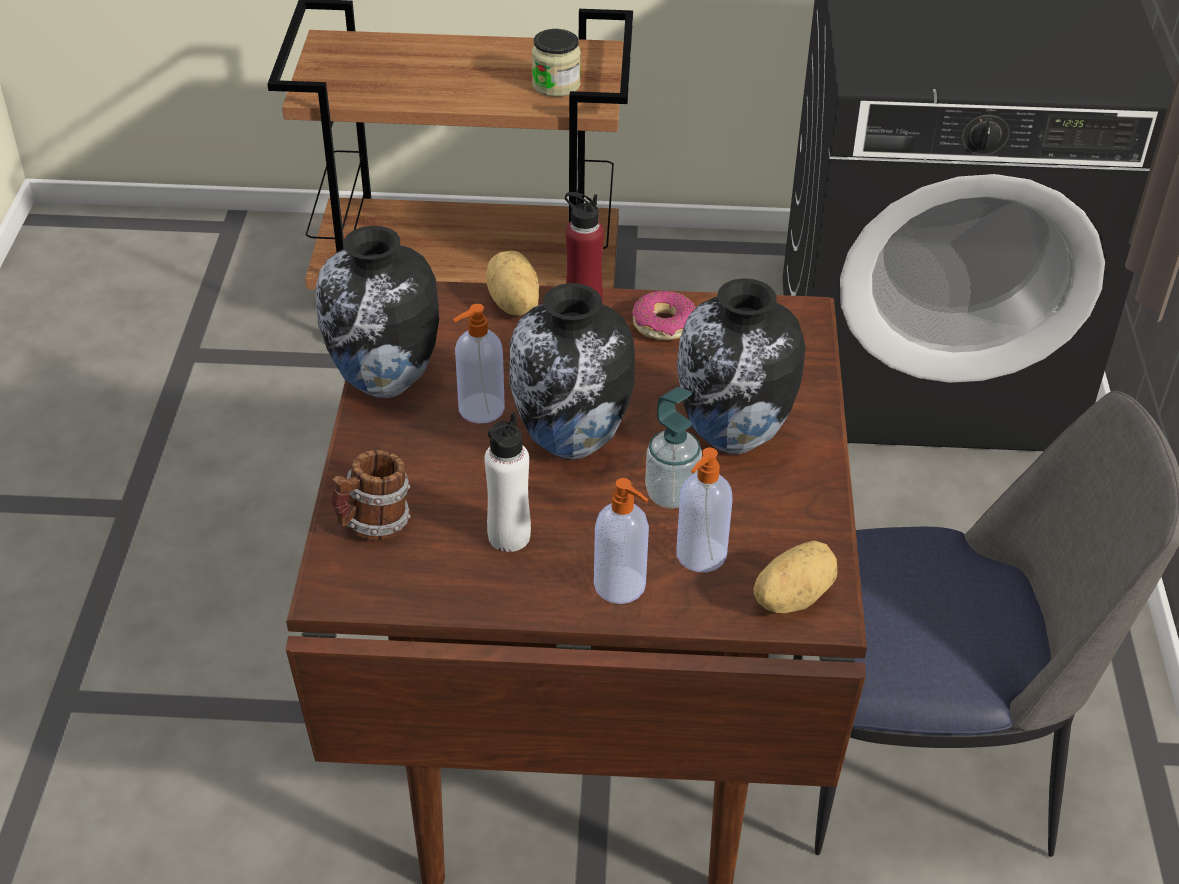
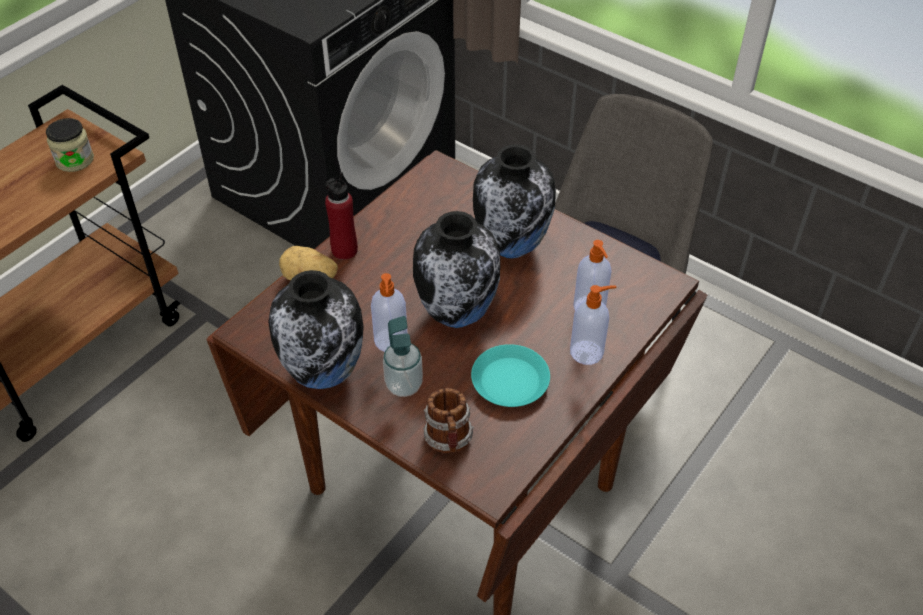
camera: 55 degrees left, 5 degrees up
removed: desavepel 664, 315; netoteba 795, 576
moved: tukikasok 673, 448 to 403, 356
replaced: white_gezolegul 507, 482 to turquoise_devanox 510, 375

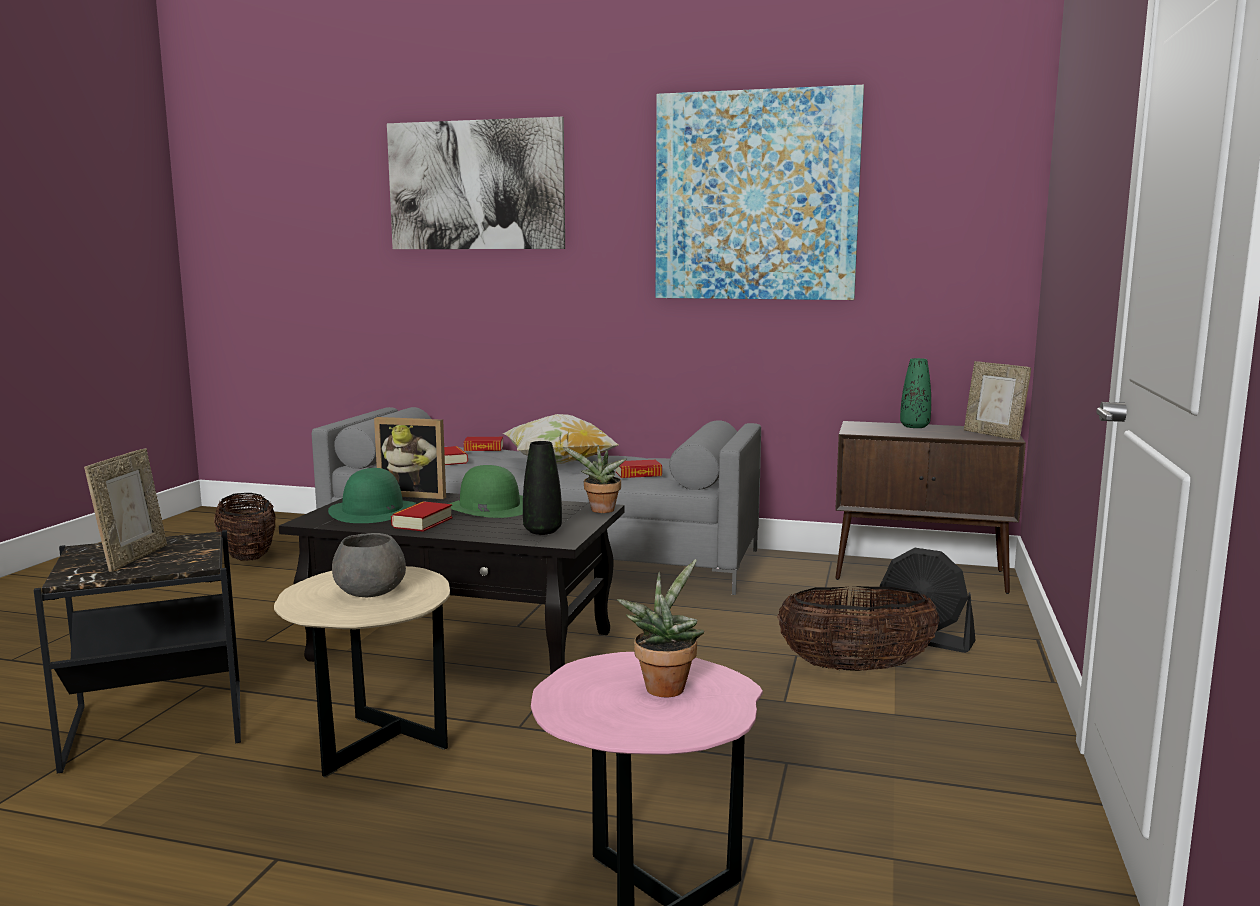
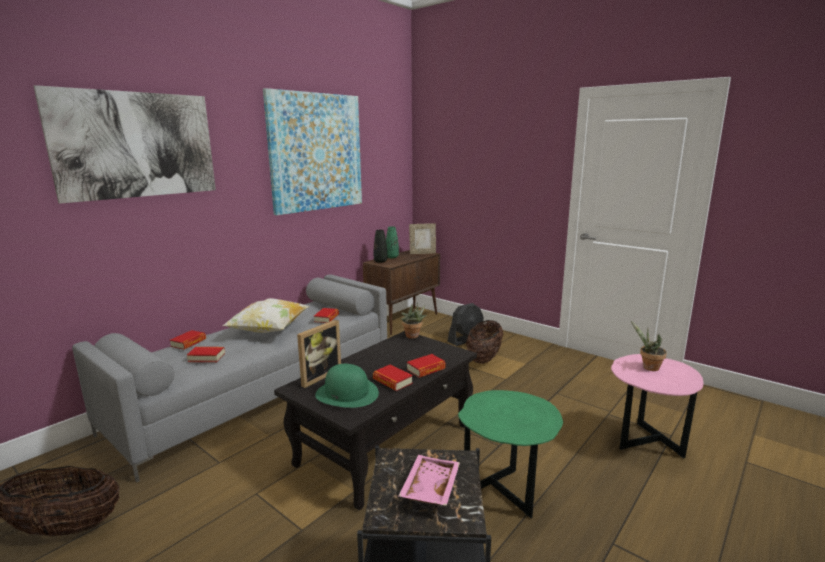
camera: 65 degrees left, 5 degrees up
removed: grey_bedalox 369, 565; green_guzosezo 486, 491
added: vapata 426, 366
moved: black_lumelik 542, 488 to 380, 246
replaced: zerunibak 125, 510 to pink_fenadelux 429, 480
recoloured: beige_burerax 362, 672 to green_burerax 510, 454

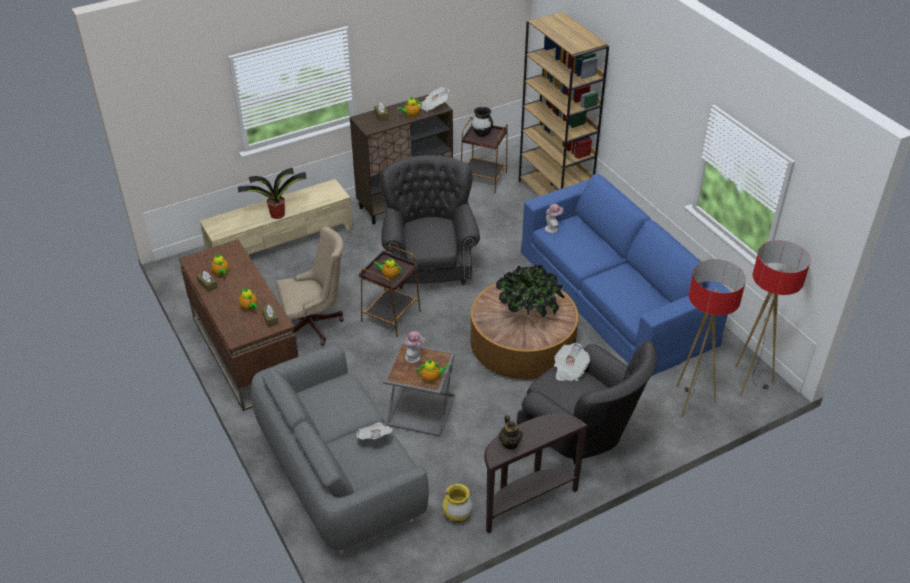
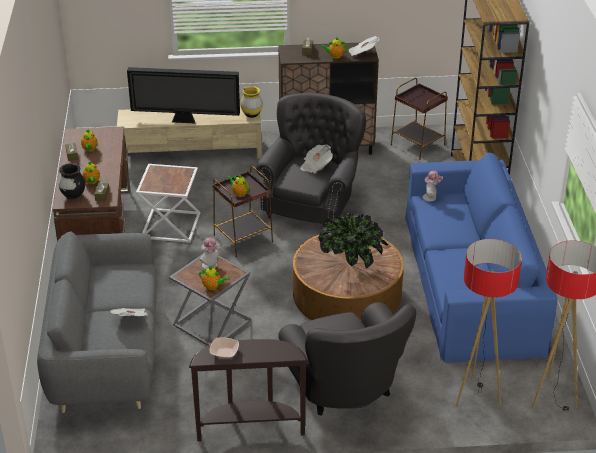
camera: 25 degrees right, 5 degrees down
moved: black_lumelik 482, 122 to 71, 181; yellow_lumelik 457, 503 to 251, 102; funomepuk 572, 362 to 316, 159
replaced: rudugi 272, 193 to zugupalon 183, 95; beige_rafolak 310, 286 to white_burerax 168, 203; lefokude 511, 432 to bedalox 224, 347

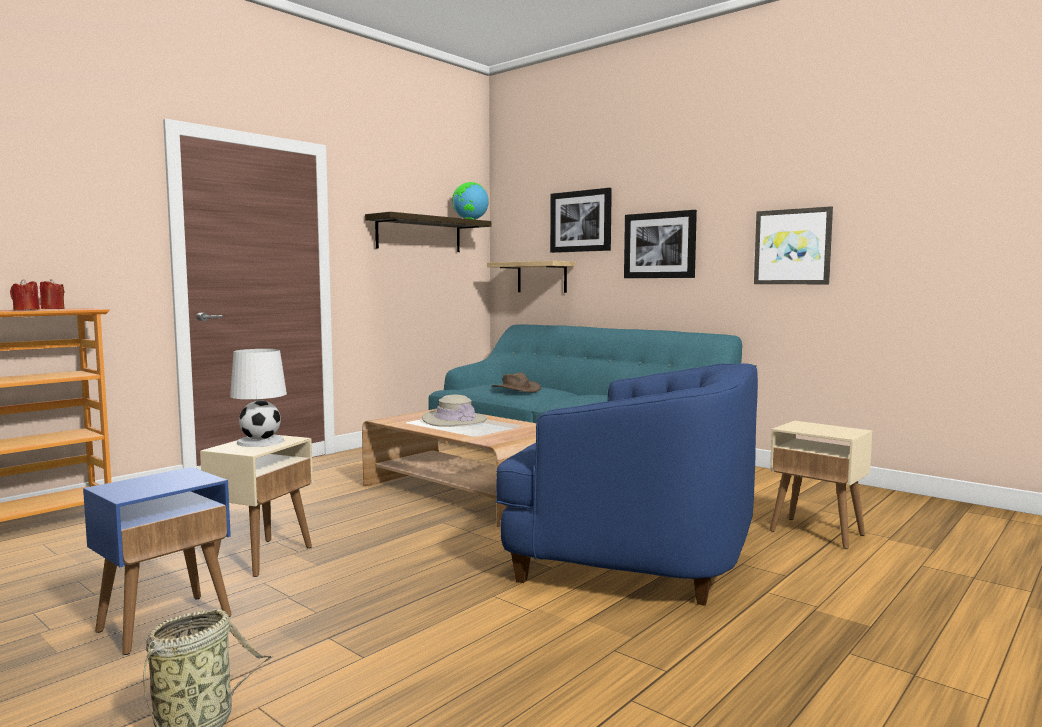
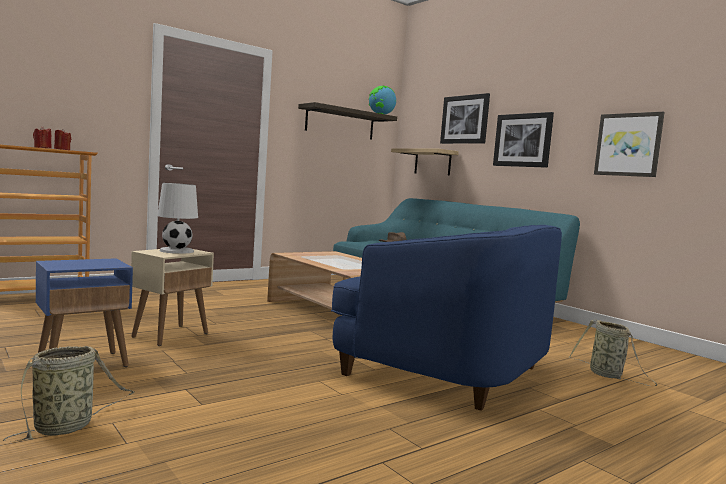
camera: 10 degrees right, 0 degrees up
removed: beige_guzosezo 454, 411
replaced: beige_burerax 821, 485 to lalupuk 613, 353

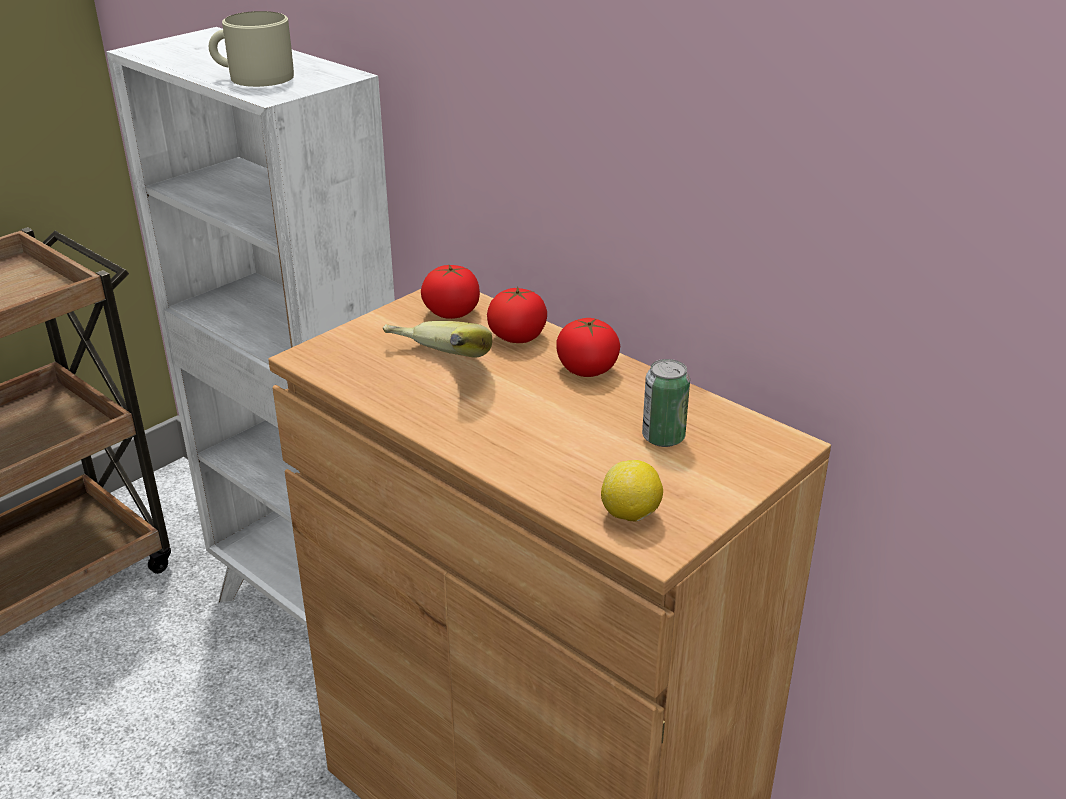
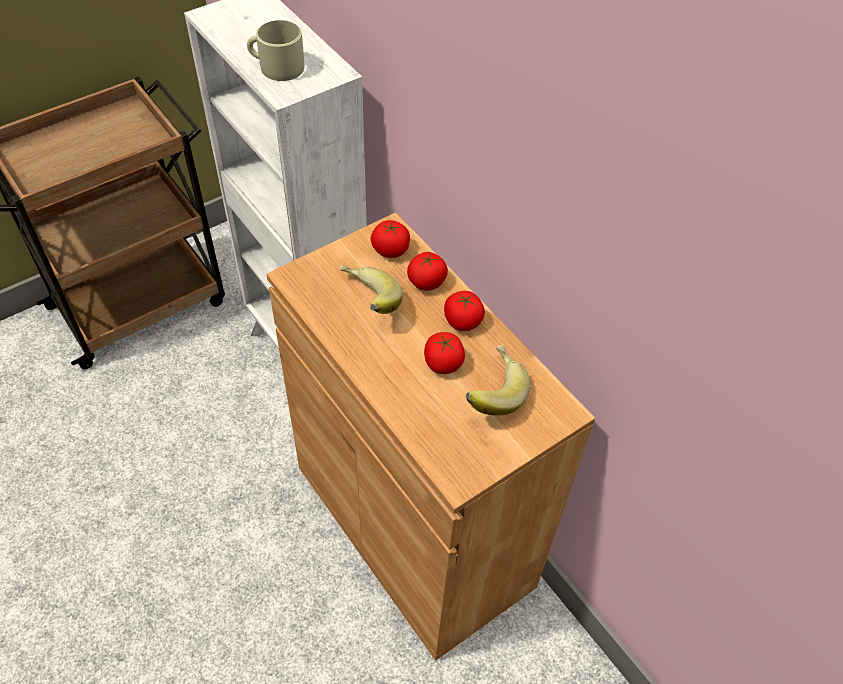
camera: 10 degrees right, 20 degrees up
removed: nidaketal 632, 490
added: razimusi 444, 353
replaced: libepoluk 666, 403 to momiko 498, 380

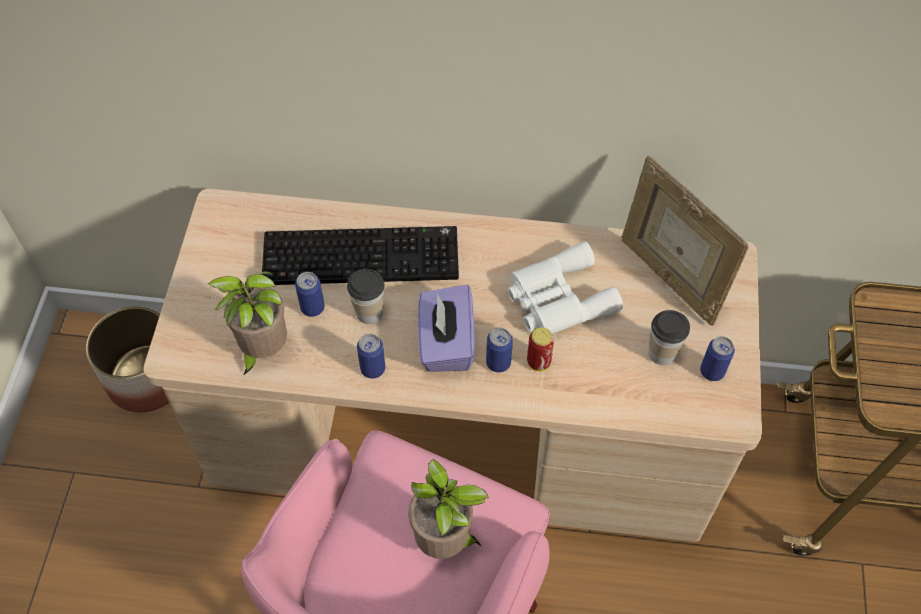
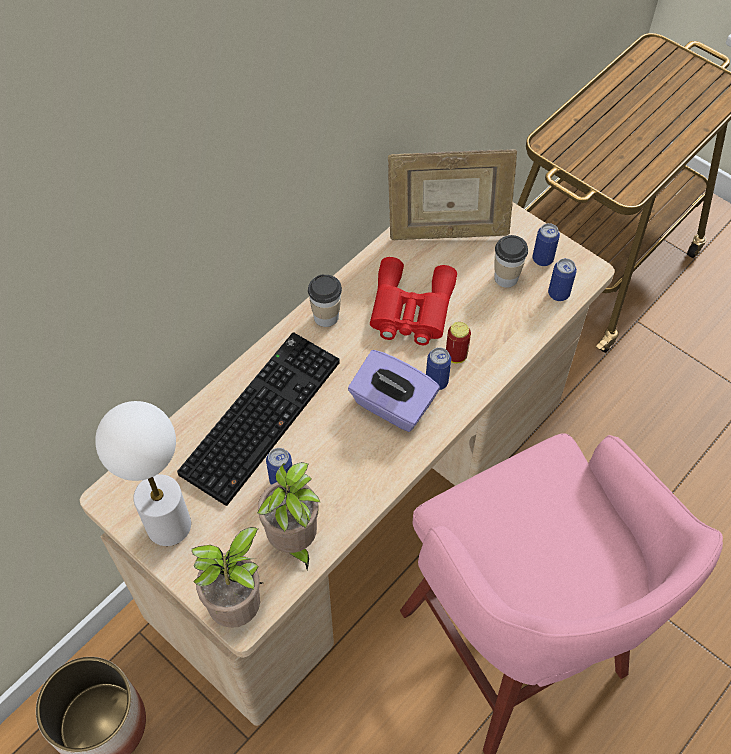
camera: 55 degrees left, 0 degrees up
added: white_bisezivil 143, 473
moved: rudugi 448, 508 to 226, 577; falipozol 365, 296 to 325, 301; libepoluk 371, 356 to 562, 279
recoloured: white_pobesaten 565, 287 to red_pobesaten 413, 301

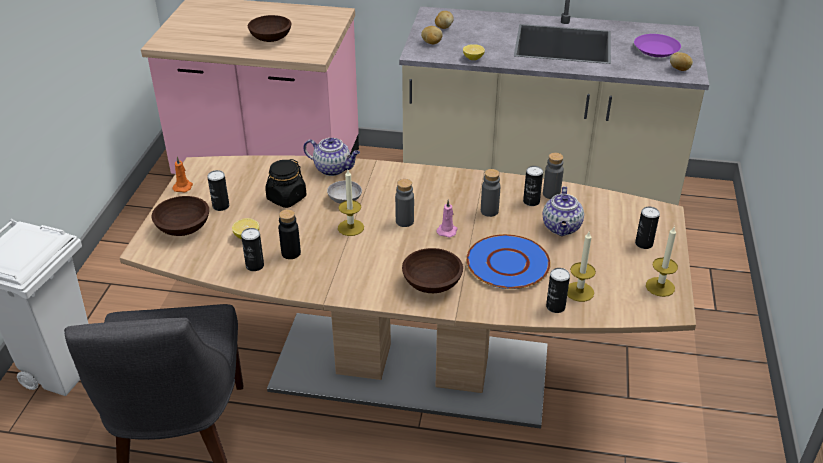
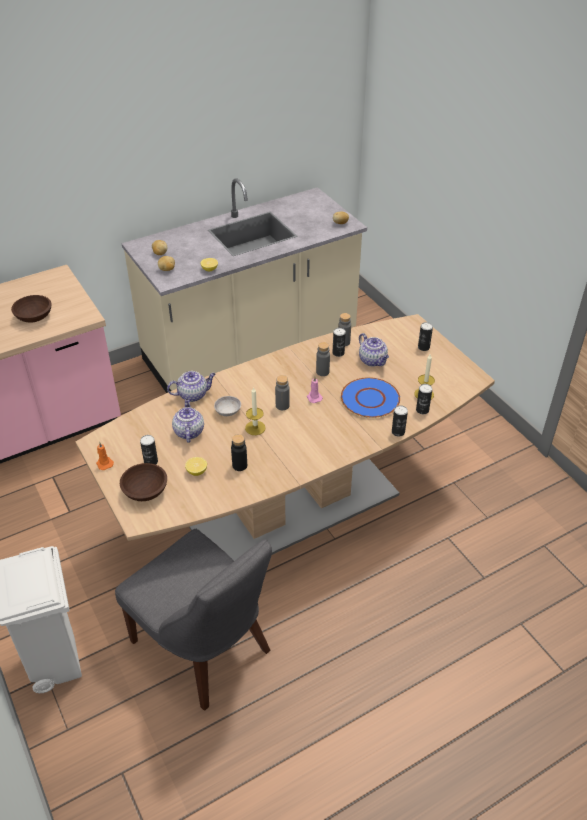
camera: 40 degrees left, 5 degrees up
removed: brown_bedalox 432, 270; purple_devanox 657, 45; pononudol 662, 262
moved: libepoluk 252, 249 to 400, 421
replaced: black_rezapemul 285, 183 to lefokude 188, 420

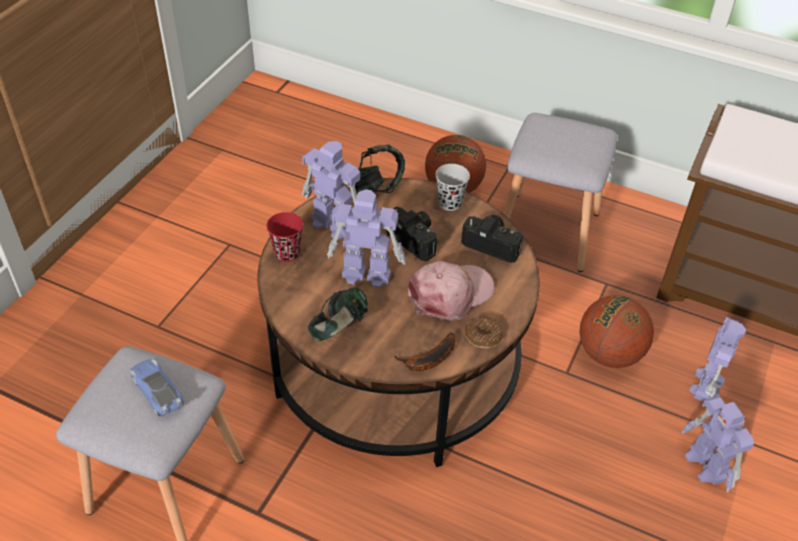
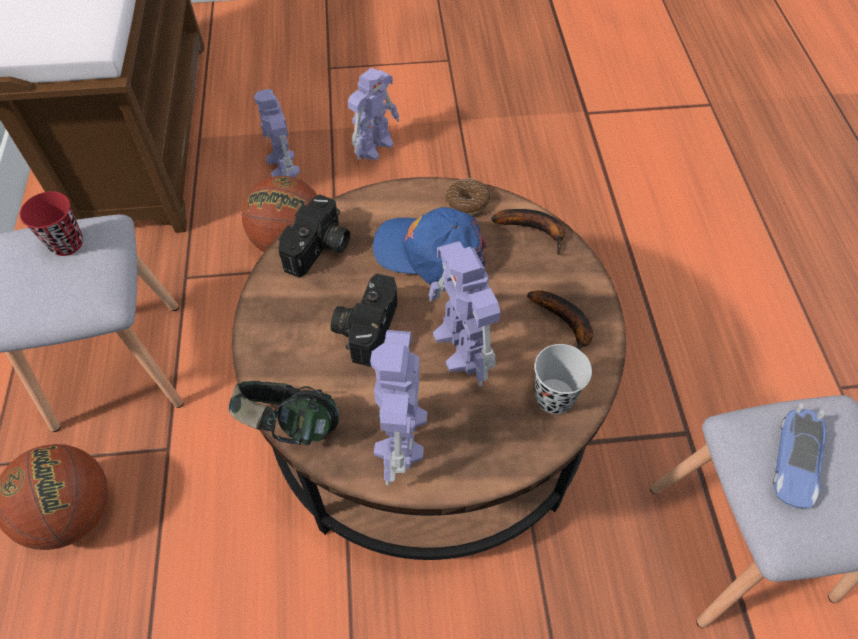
camera: 120 degrees left, 10 degrees up
moved: red_falipozol 284, 237 to 51, 223; black_falipozol 452, 187 to 563, 379
replaced: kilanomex 338, 314 to momiko 560, 320
recoloured: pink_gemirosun 451, 291 to blue_gemirosun 430, 246
turned: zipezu 717, 359 = 277, 133 105 degrees counterclockwise; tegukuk 492, 238 = 314, 236 150 degrees counterclockwise

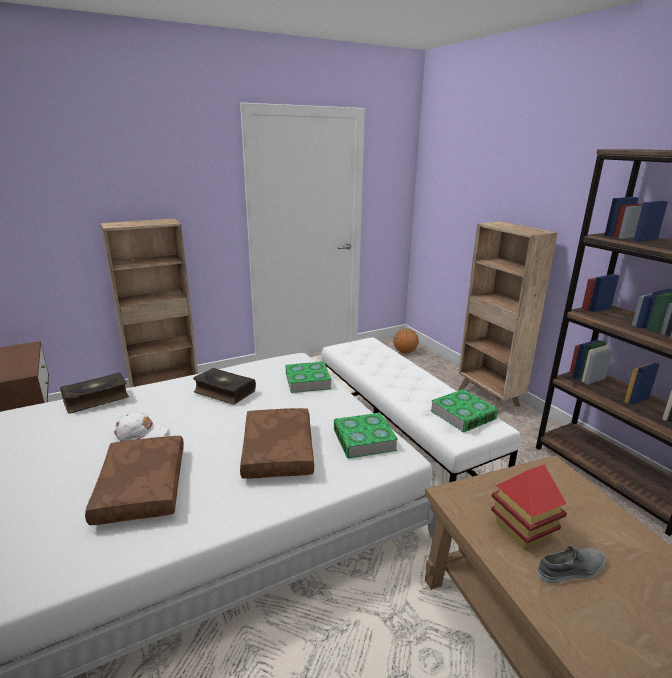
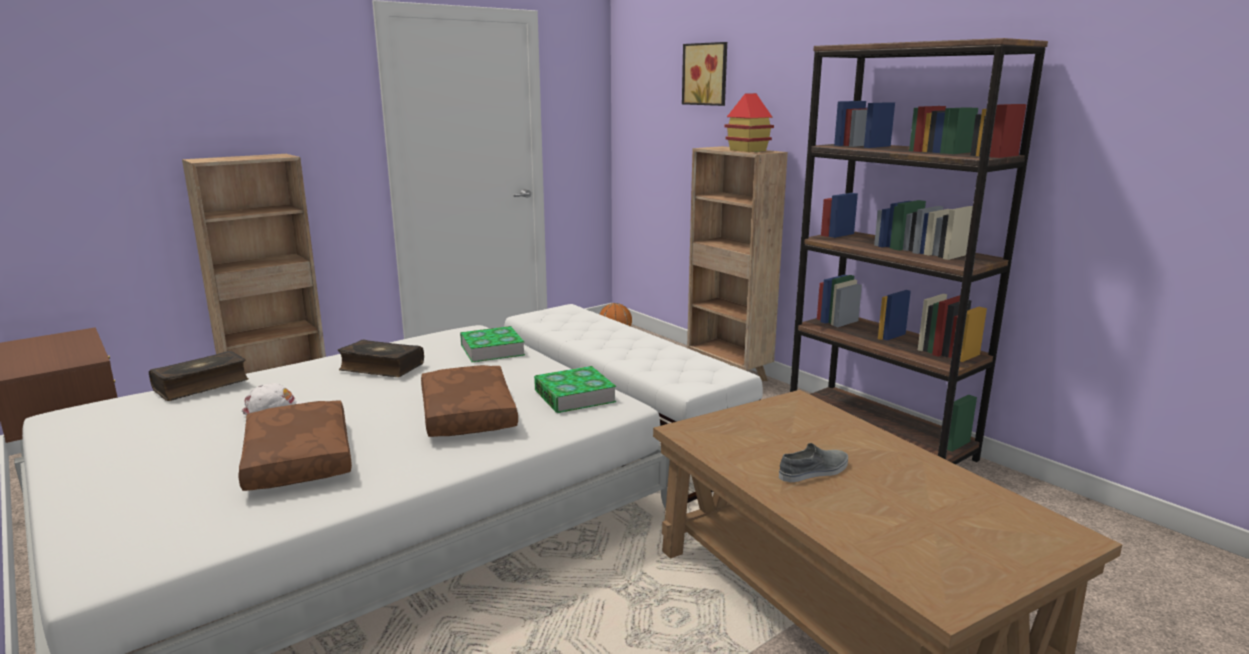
camera: 10 degrees left, 5 degrees down
removed: vapata 464, 410
added: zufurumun 704, 74
moved: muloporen 529, 507 to 749, 122

